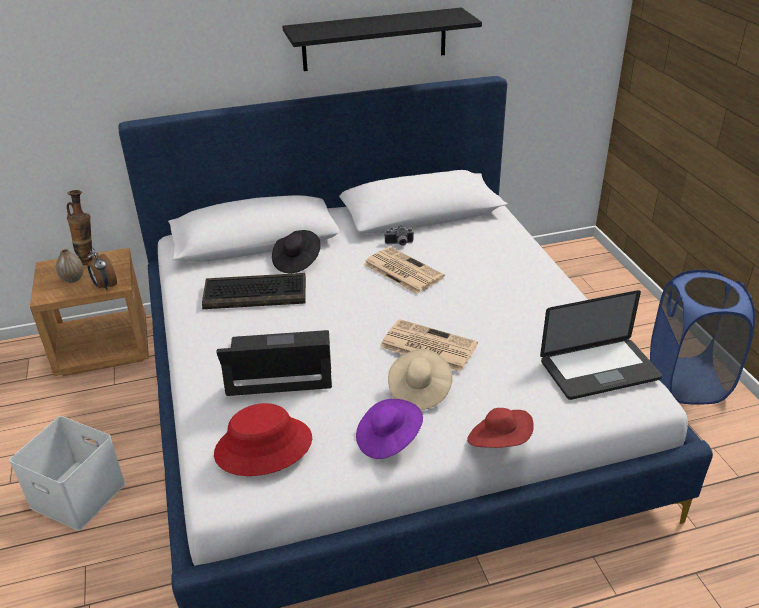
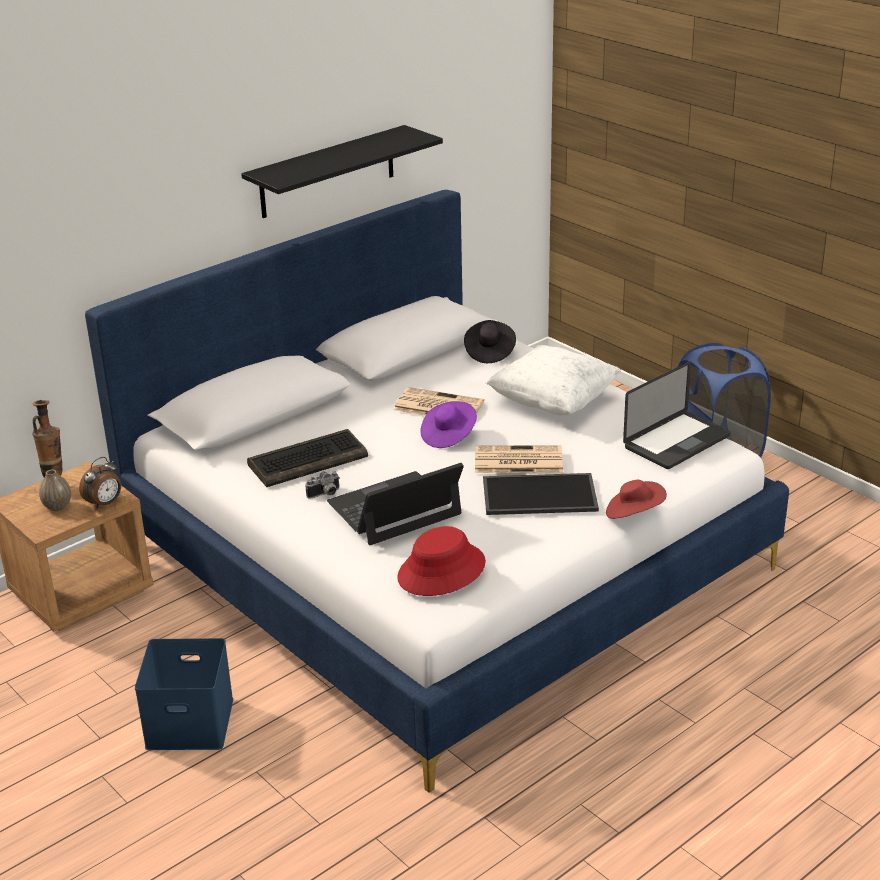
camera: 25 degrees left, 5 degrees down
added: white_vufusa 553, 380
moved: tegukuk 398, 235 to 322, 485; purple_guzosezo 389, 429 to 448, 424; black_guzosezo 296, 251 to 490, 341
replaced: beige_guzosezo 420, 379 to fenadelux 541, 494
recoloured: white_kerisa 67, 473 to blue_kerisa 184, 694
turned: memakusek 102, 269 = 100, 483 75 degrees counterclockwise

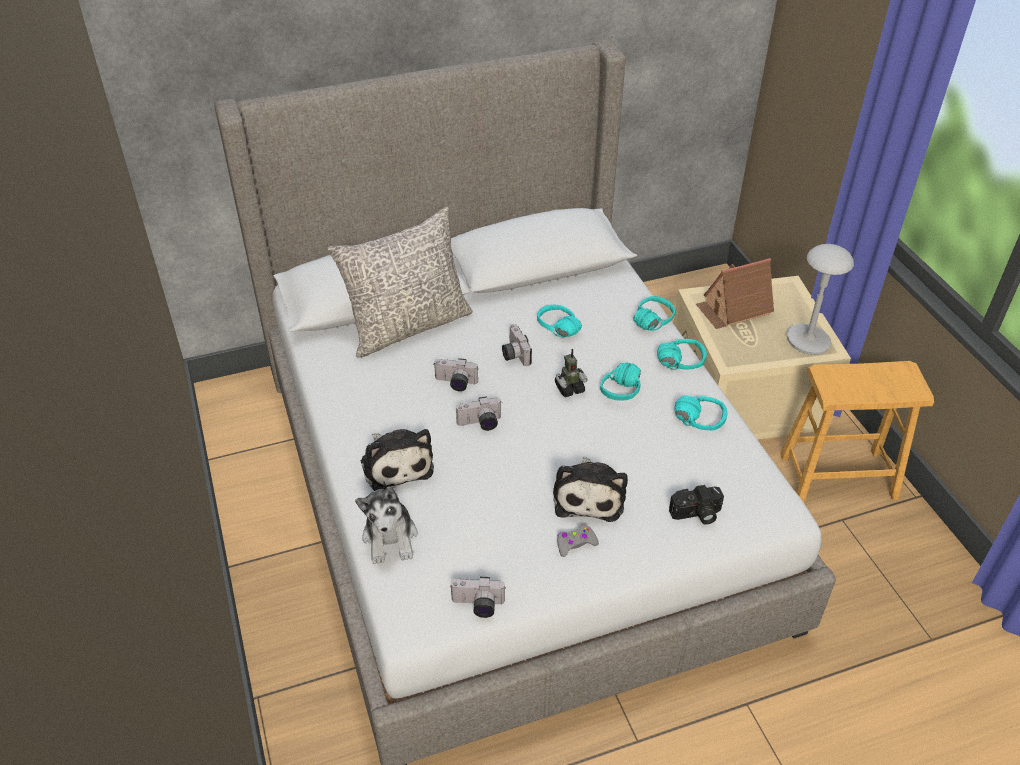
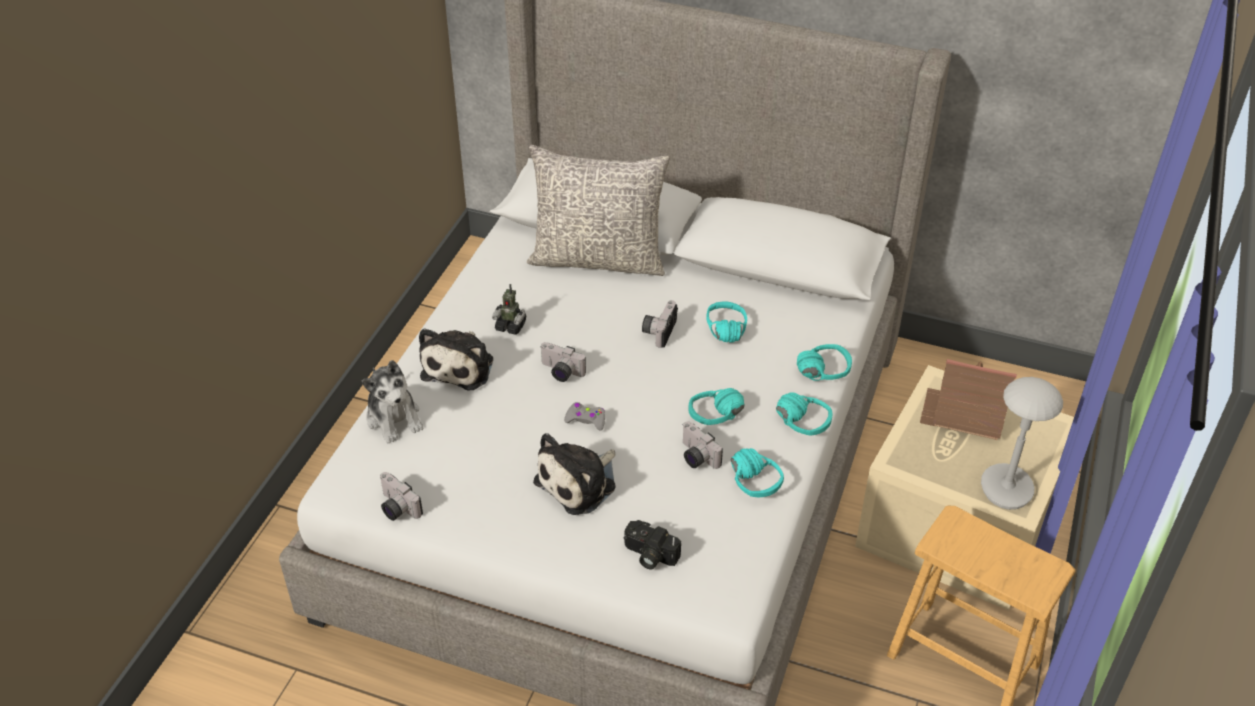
camera: 40 degrees right, 0 degrees up
moved: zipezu 571, 373 to 509, 309; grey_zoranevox 578, 541 to 584, 416; tegukuk 456, 374 to 703, 445
turned: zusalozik 386, 522 = 392, 402 60 degrees counterclockwise

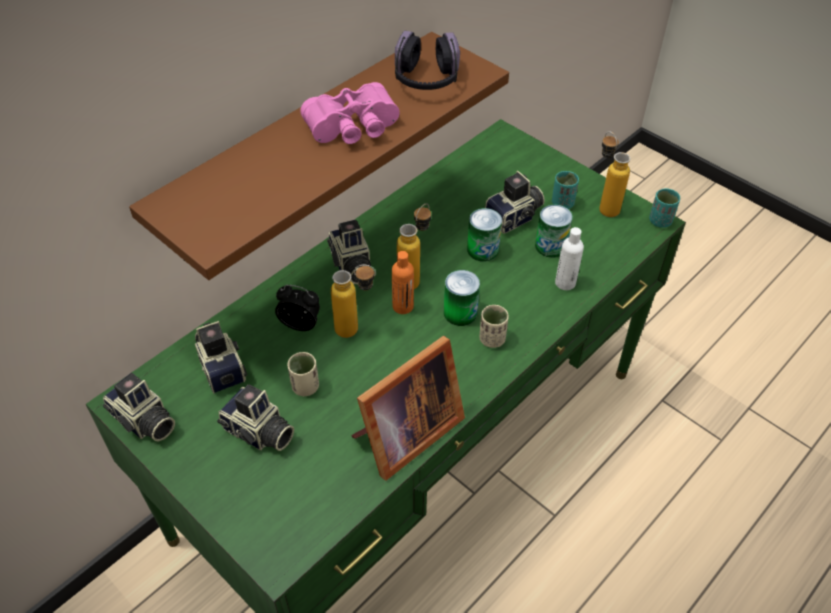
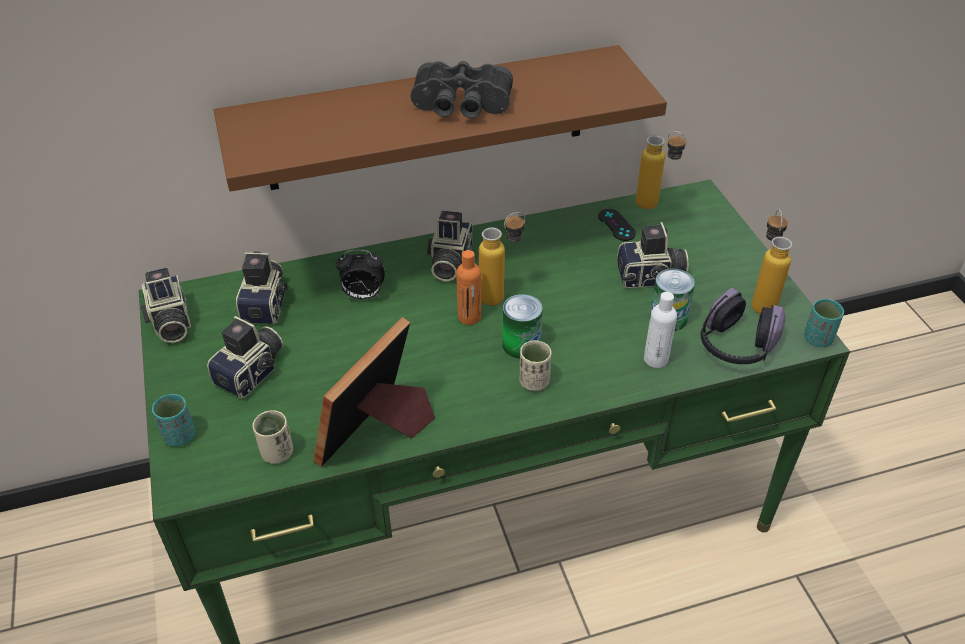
camera: 30 degrees right, 5 degrees down
removed: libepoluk 484, 235
added: black_zoranevox 617, 225
moved: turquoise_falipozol 565, 190 to 173, 420; beige_falipozol 303, 374 to 272, 437; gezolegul 353, 301 to 661, 170; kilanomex 427, 60 to 743, 325
recoloured: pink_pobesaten 350, 113 to black_pobesaten 461, 89
turned: tegukuk 255, 417 = 245, 357 120 degrees counterclockwise; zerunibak 408, 408 = 374, 392 135 degrees clockwise; memakusek 297, 308 = 360, 275 135 degrees clockwise

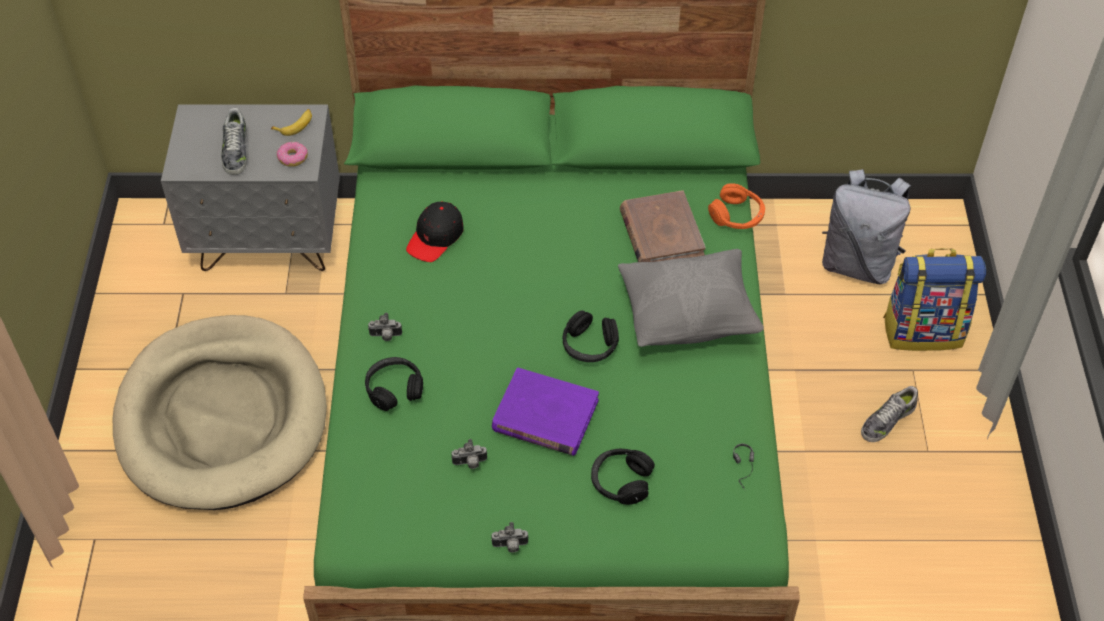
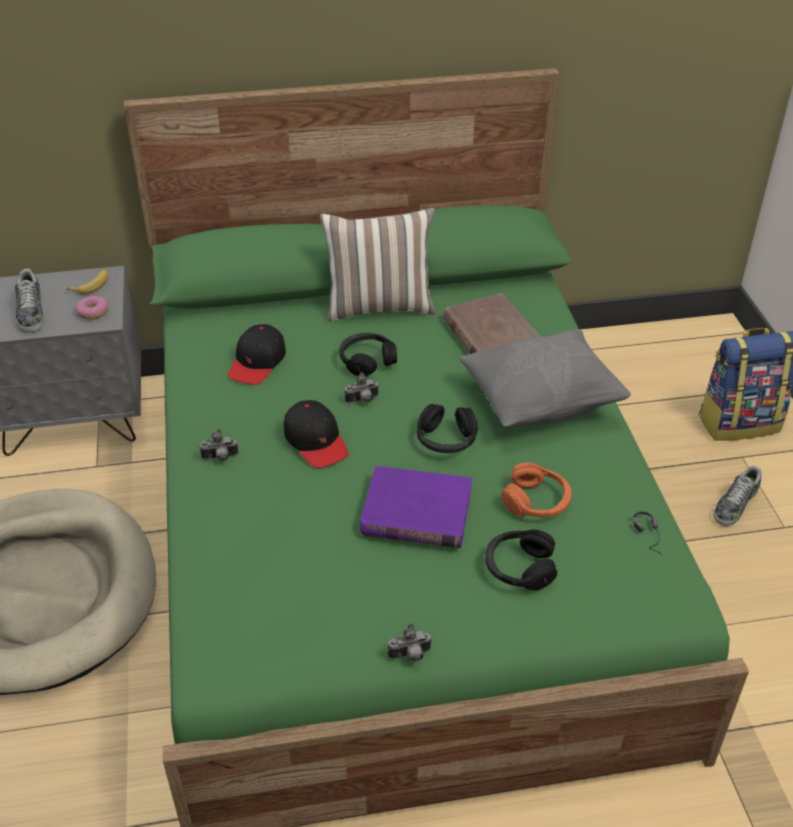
camera: 10 degrees left, 10 degrees down
removed: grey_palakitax 866, 226
added: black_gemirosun 316, 434; vufusa 378, 264
moved: black_kilanomex 394, 384 to 368, 355; tegukuk 469, 454 to 362, 387; orange_kilanomex 736, 206 to 536, 489

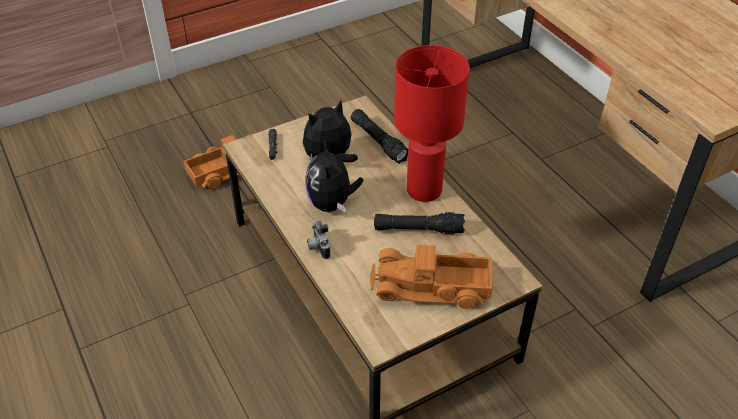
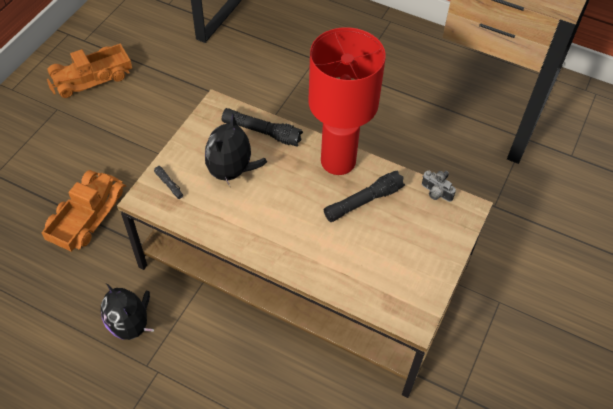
camera: 35 degrees left, 10 degrees up
moved: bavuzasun 431, 277 to 89, 71; zusalozik 334, 176 to 127, 311; tegukuk 318, 239 to 439, 186

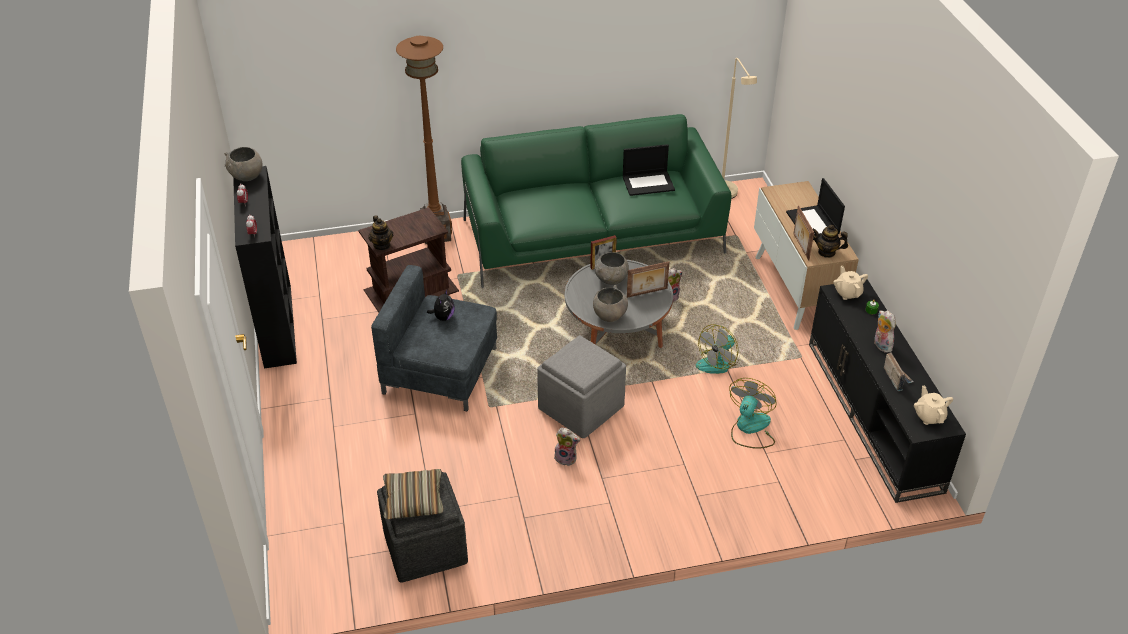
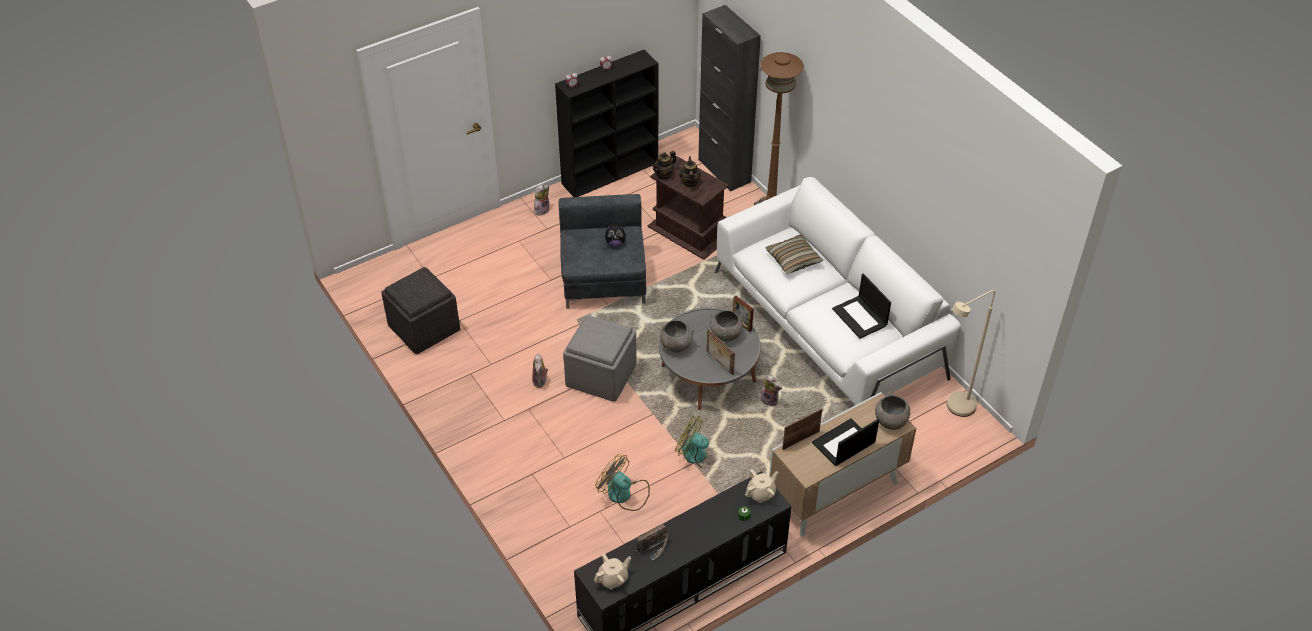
camera: 70 degrees right, 5 degrees up
added: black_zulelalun 729, 98
moved: zusalozik 885, 331 to 542, 199; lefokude 830, 241 to 690, 172; vufusa 413, 494 to 795, 254; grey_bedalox 243, 164 to 892, 410
recoloured: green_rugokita 596, 201 to white_rugokita 838, 291
turned: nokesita 752, 413 = 622, 482 150 degrees counterclockwise

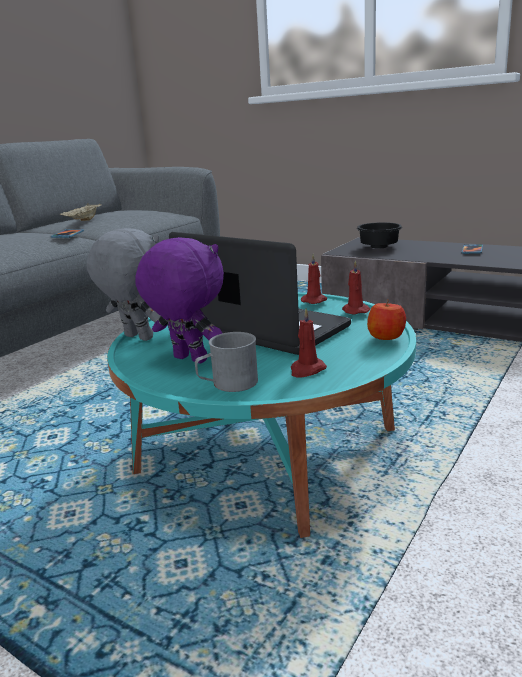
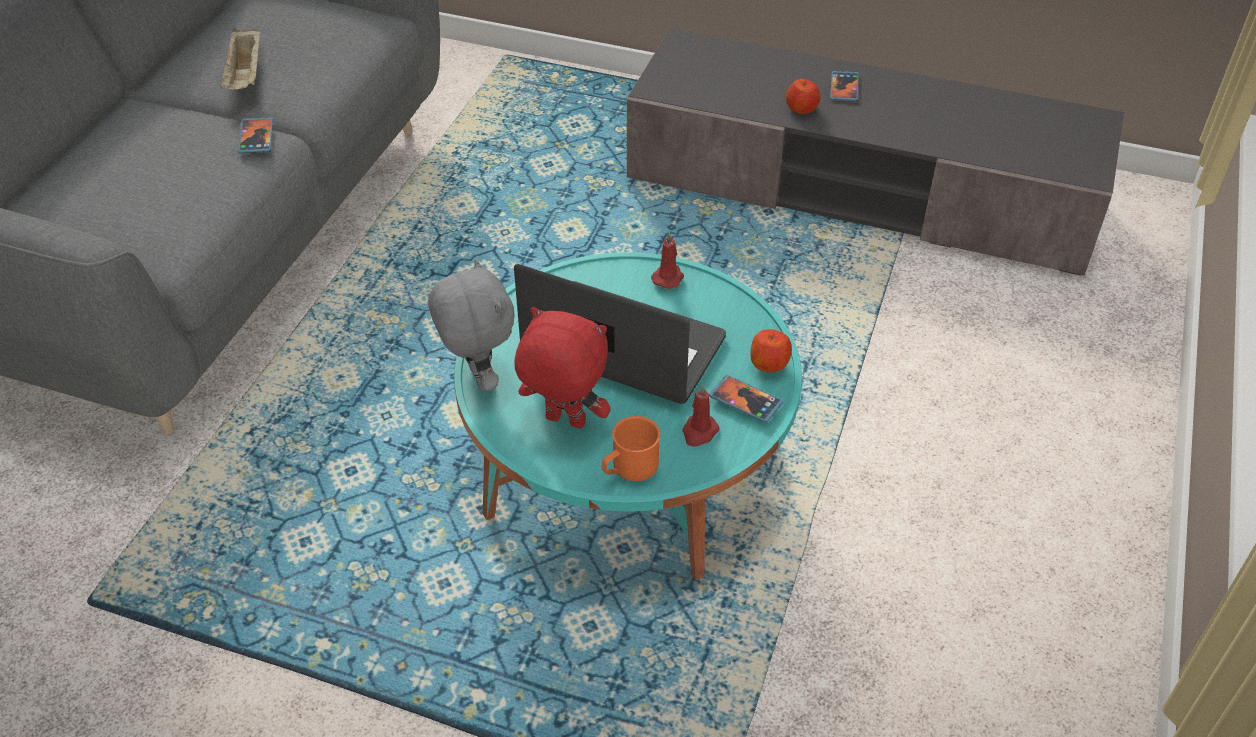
camera: 15 degrees left, 25 degrees up
removed: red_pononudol 356, 287; black_bedalox 379, 235
added: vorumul 746, 399; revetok 803, 96
recoloured: purple_zusalozik 179, 300 to red_zusalozik 562, 368; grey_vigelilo 226, 362 to orange_vigelilo 631, 448
turned: grey_zusalozik 124, 284 = 471, 325 45 degrees clockwise

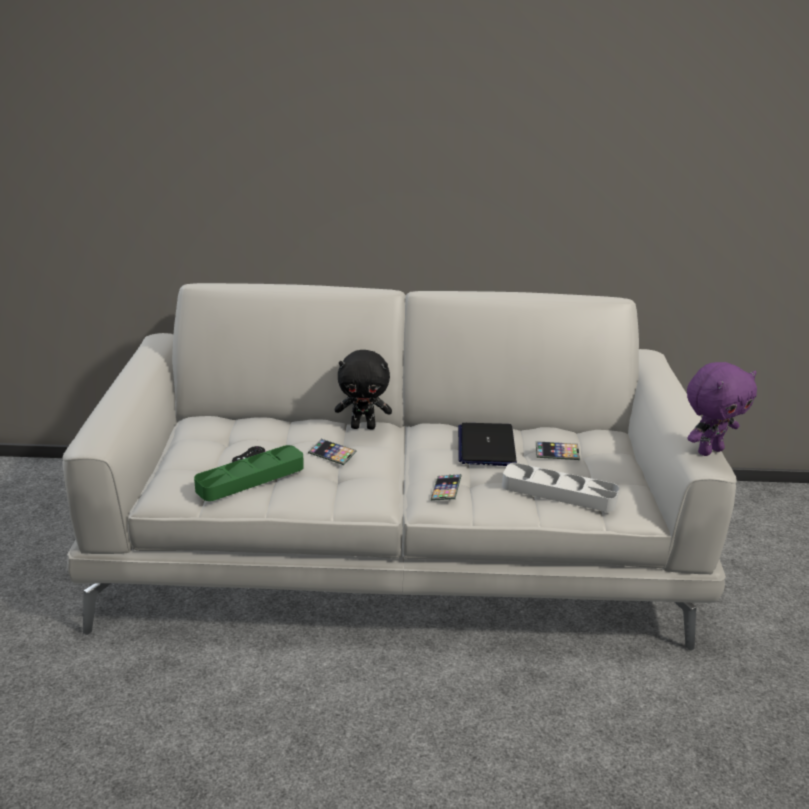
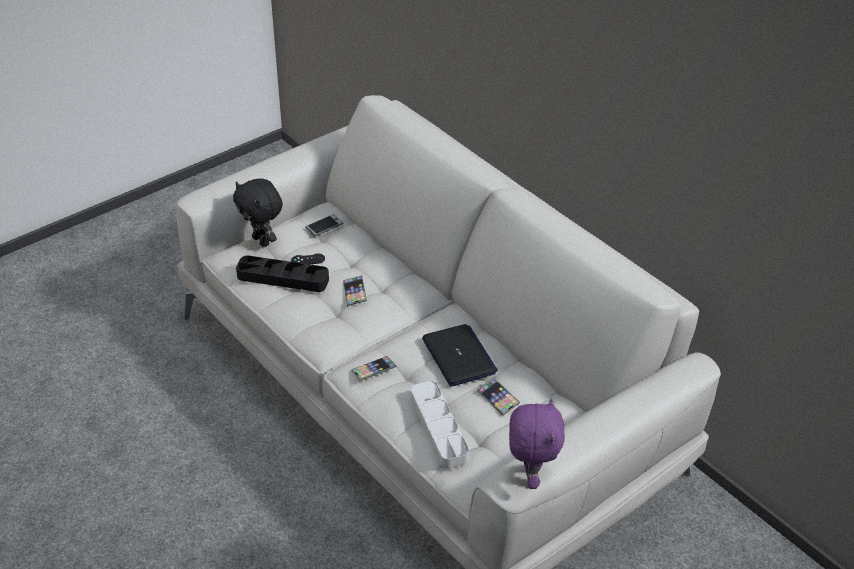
camera: 50 degrees right, 15 degrees up
added: vorumul 324, 225
moved: black_zusalozik 363, 390 to 258, 212
recoloured: green_fenadelux 249, 473 to black_fenadelux 282, 273
turned: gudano 487, 444 = 460, 355 105 degrees clockwise; purple_zusalozik 722, 409 = 537, 443 105 degrees counterclockwise

